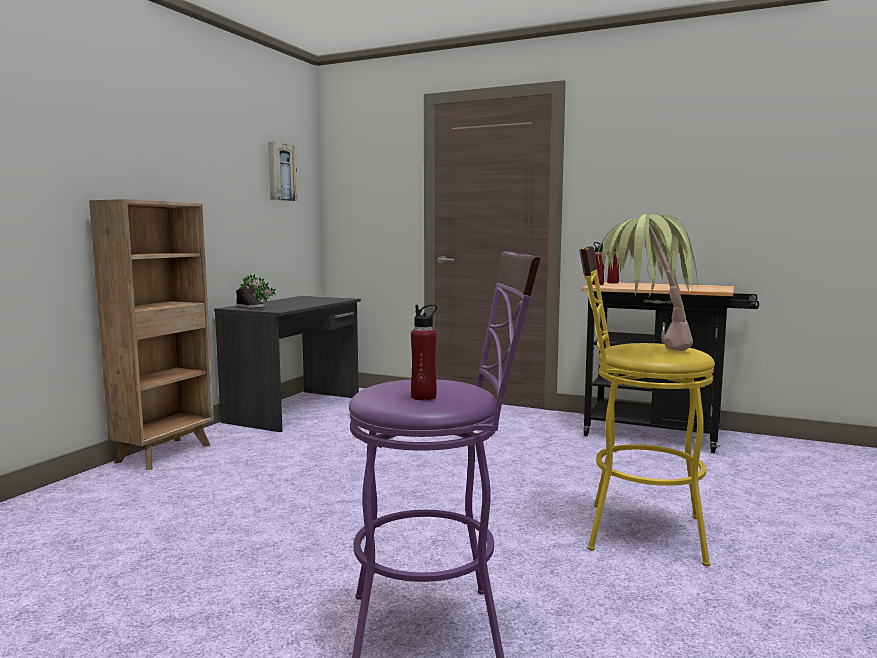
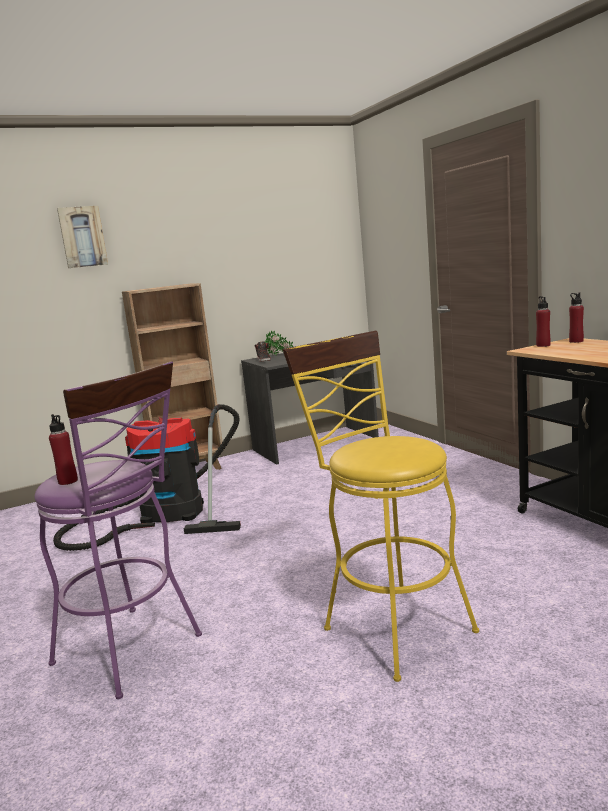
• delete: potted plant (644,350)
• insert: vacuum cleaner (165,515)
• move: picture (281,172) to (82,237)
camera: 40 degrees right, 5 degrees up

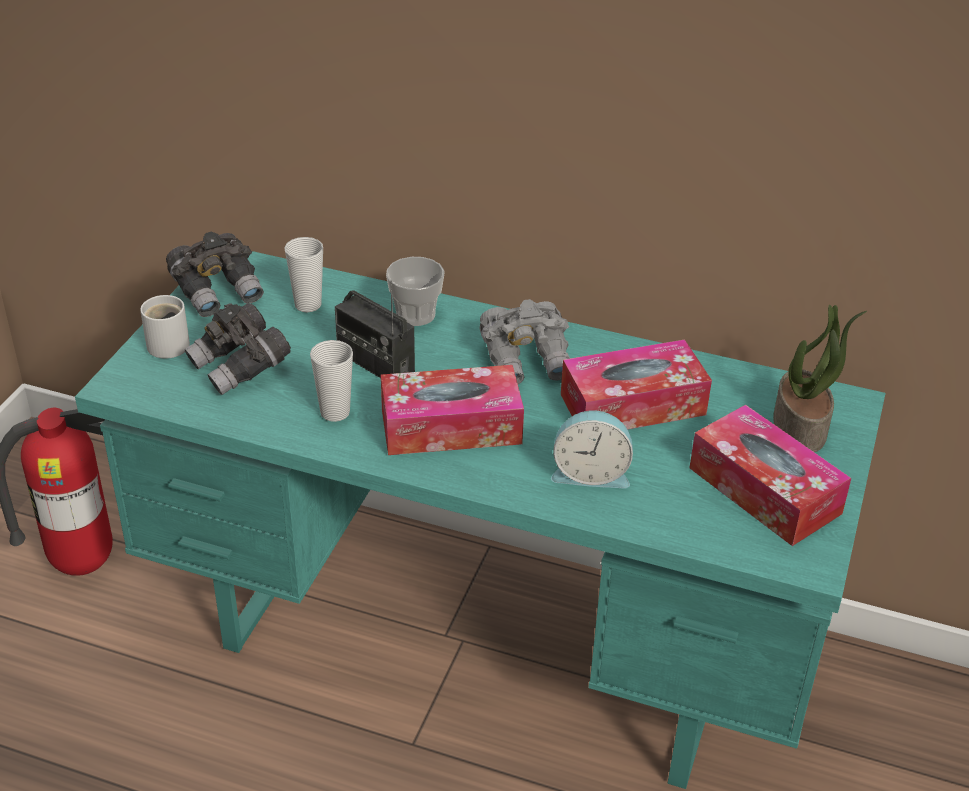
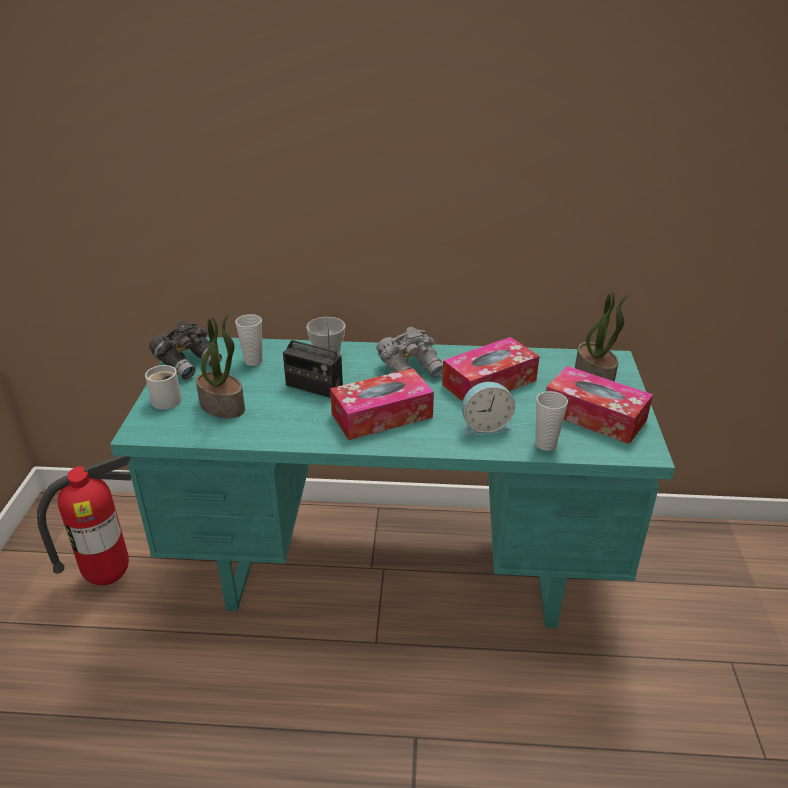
• move: cup (335,412) to (545,444)
• replace: binoculars in grey (240,367) to potted plant (223,405)
camera: 15 degrees left, 5 degrees down

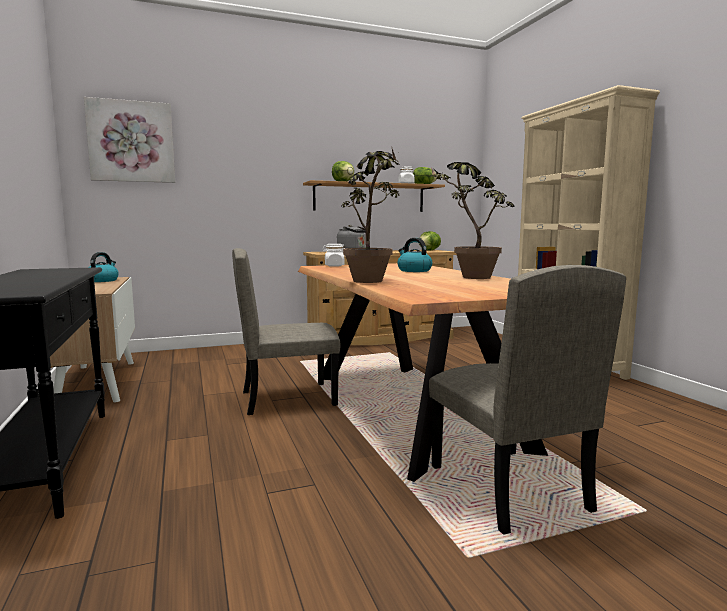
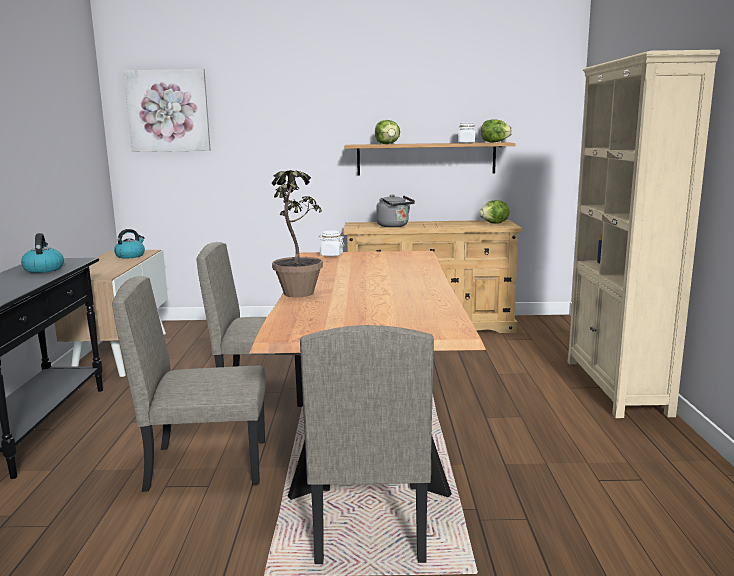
• delete: potted plant (467,276)
• insert: chair in beige (207,464)
• move: kettle (413,270) to (43,269)
camera: 20 degrees right, 5 degrees up

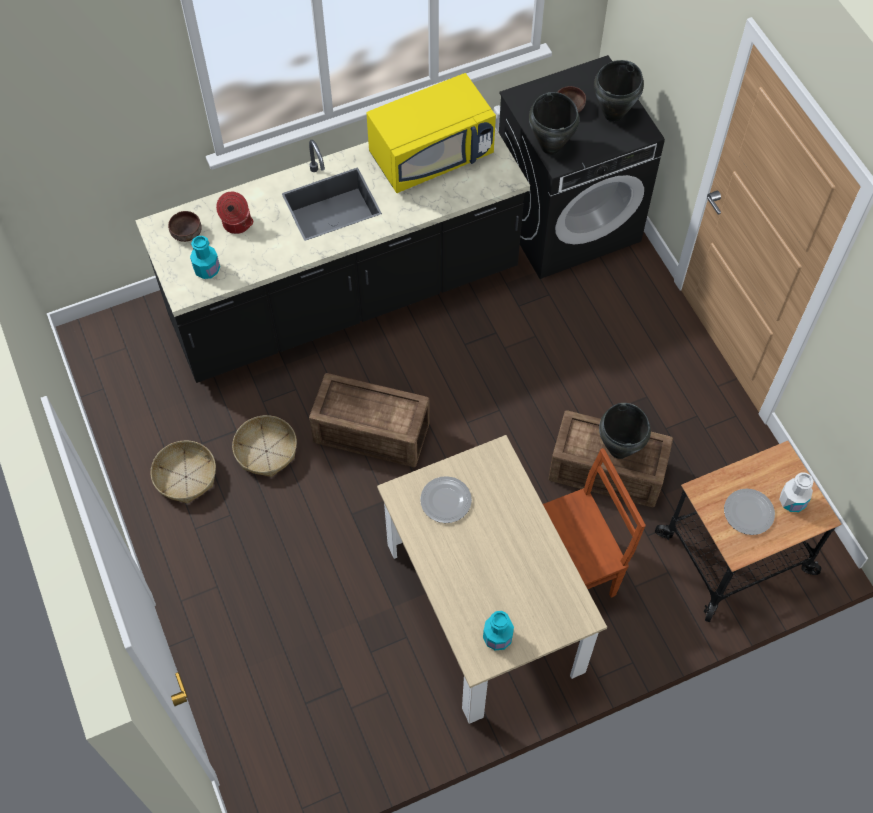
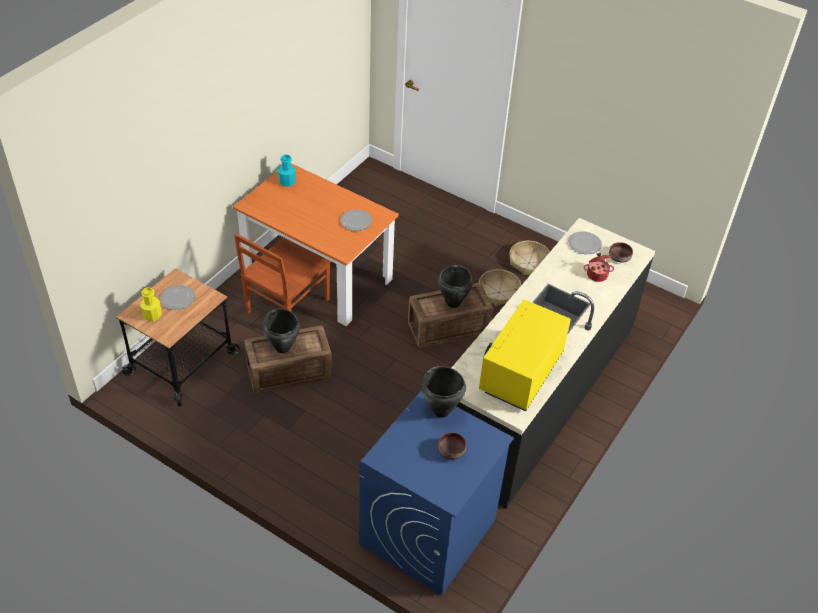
• move: cooking pot in black (614,114) to (452,303)
• replace: bottle in turquoise (207,269) to plate (585,244)
• recolor: dining table in beige (484,608) to dining table in orange (318,276)
• recolor: washing machine in black (567,220) to washing machine in blue (428,533)
• recolor: bottle in white (792,501) to bottle in yellow (152,315)
camera: 145 degrees right, 15 degrees down

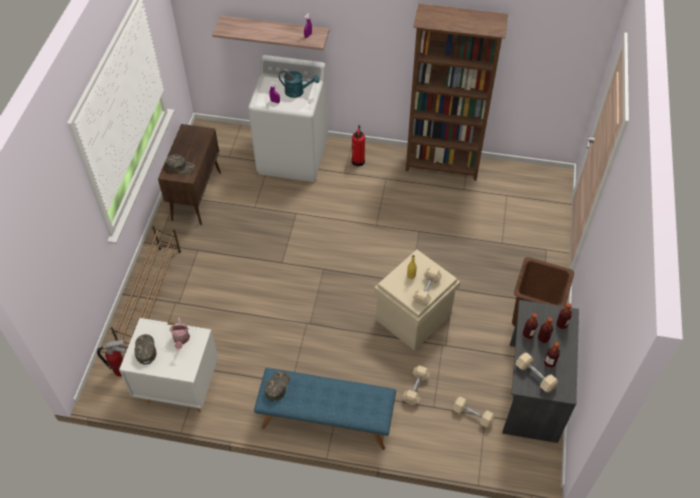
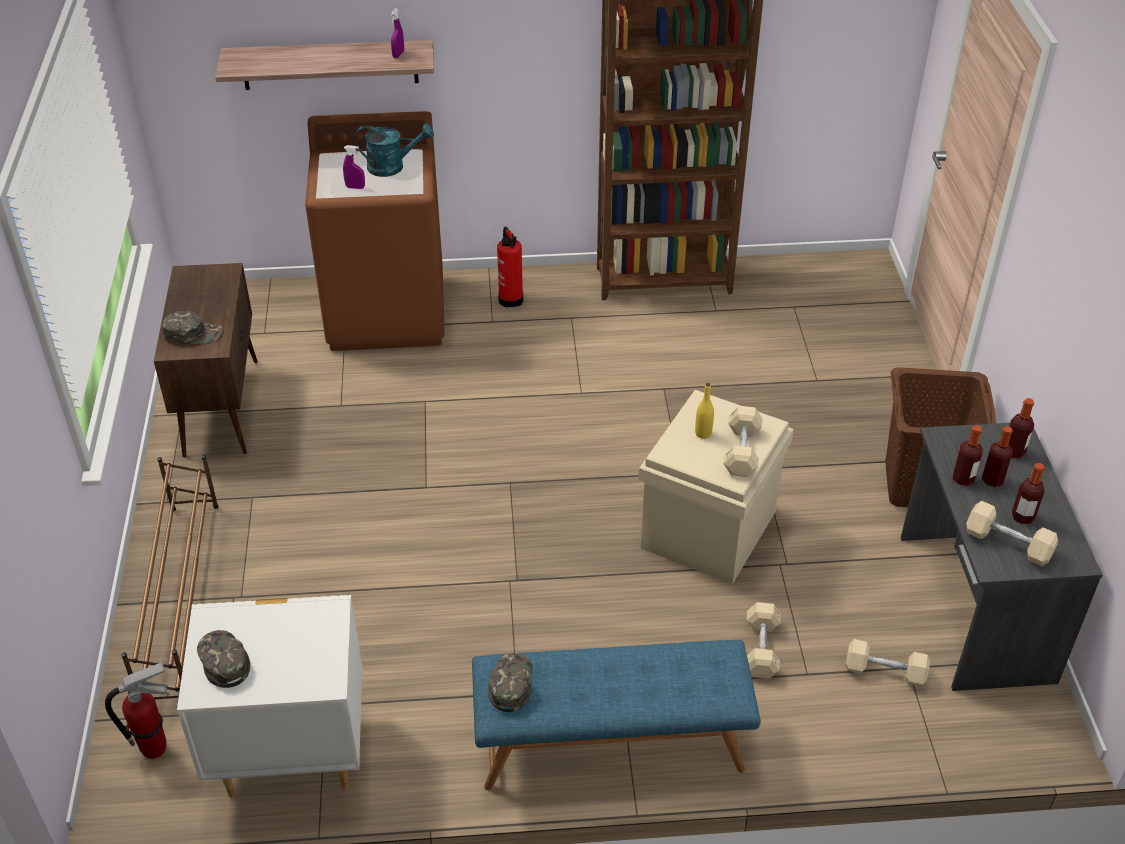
• delete: watering can (181,339)
• recolor: washing machine in white (293,156) to washing machine in brown (387,312)
camera: 15 degrees left, 10 degrees down

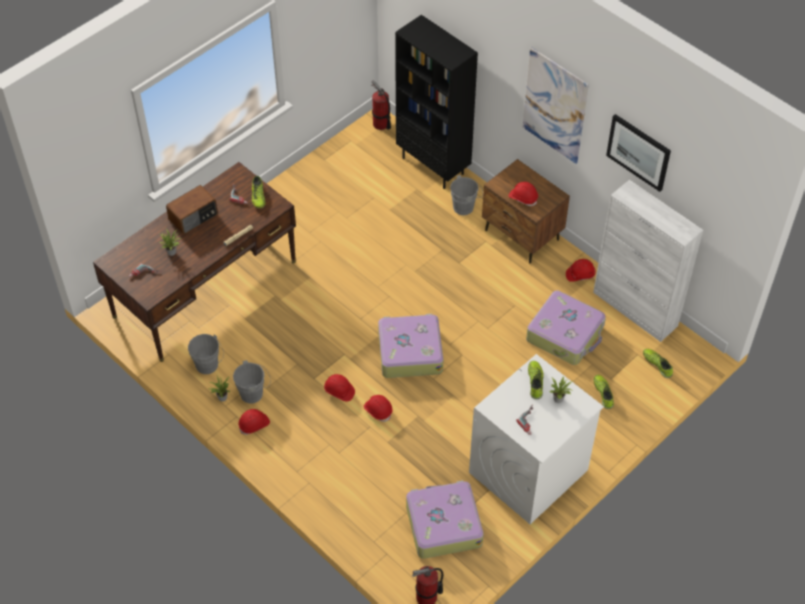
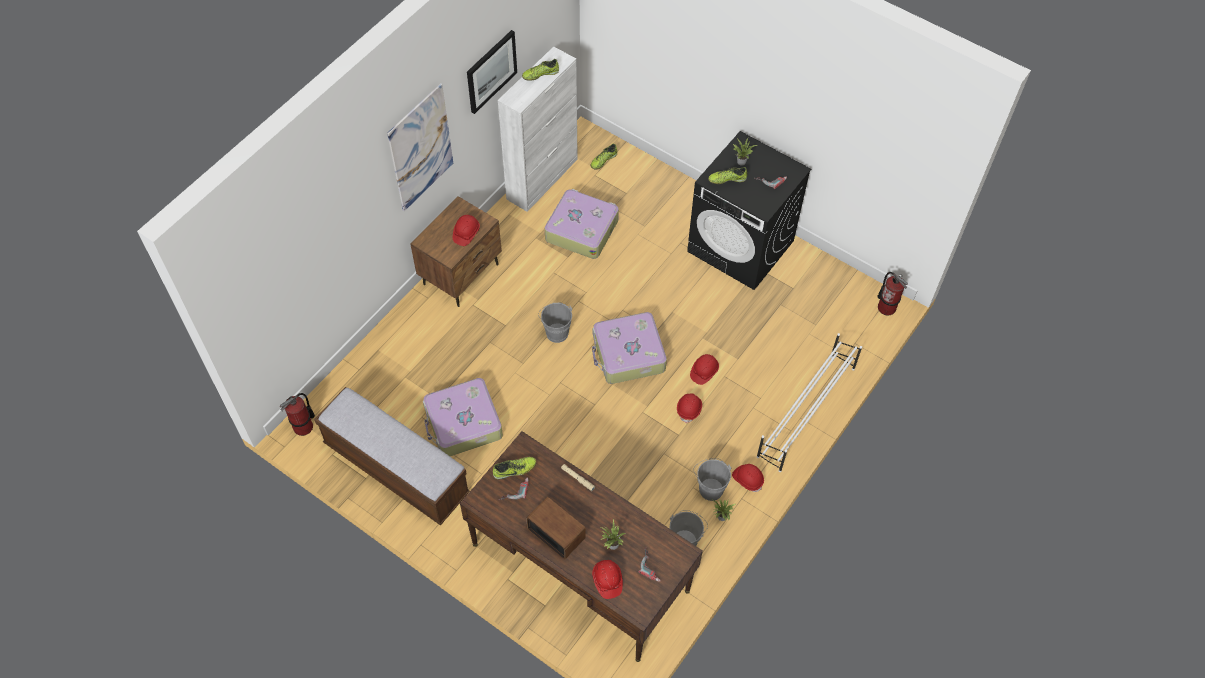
• delete: bookcase in black (434,166)
• insert: bench (396,469)
• insert: shoe rack in white (805,412)
• move: suitcase (443,524) to (463,424)
• move: bucket in grey (465,207) to (556,331)
• move: hard hat in red (580,275) to (607,581)
• move: shoe (603,393) to (540,74)
• recolor: washing machine in white (528,472) to washing machine in black (741,246)
camera: 100 degrees left, 5 degrees up

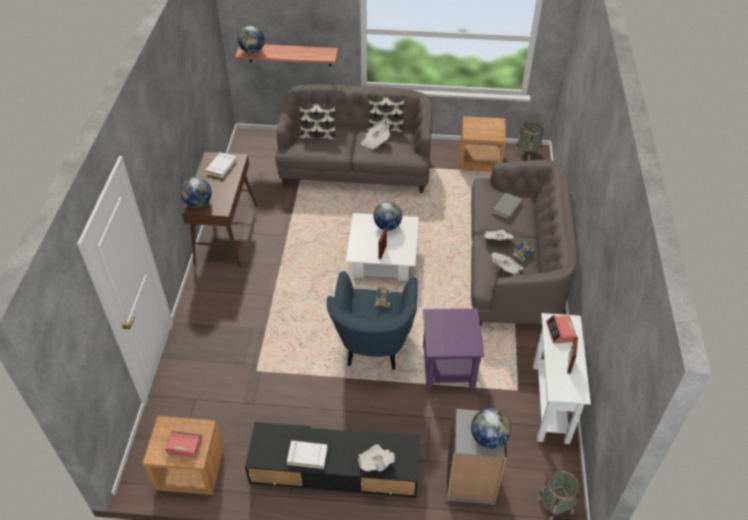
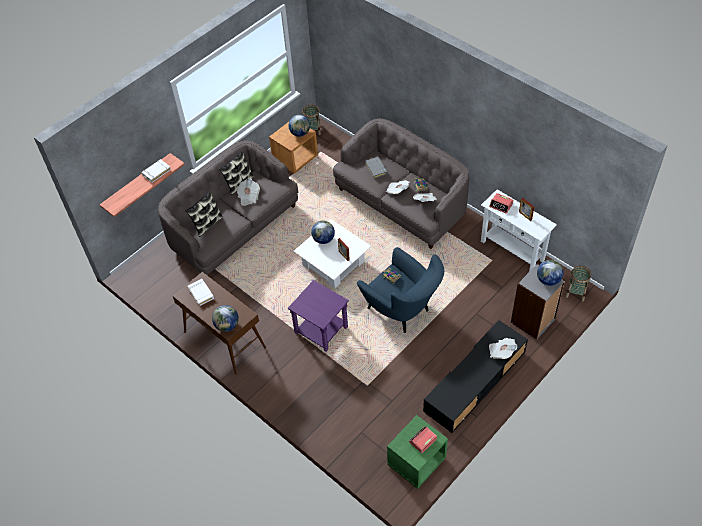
• move: globe (252,51) to (300,133)
• move: book in white (307,455) to (156,172)
• move: side table in purple (447,368) to (320,330)
• recolor: nightstand in brown (190,470) to nightstand in green (416,462)
camera: 50 degrees left, 5 degrees up

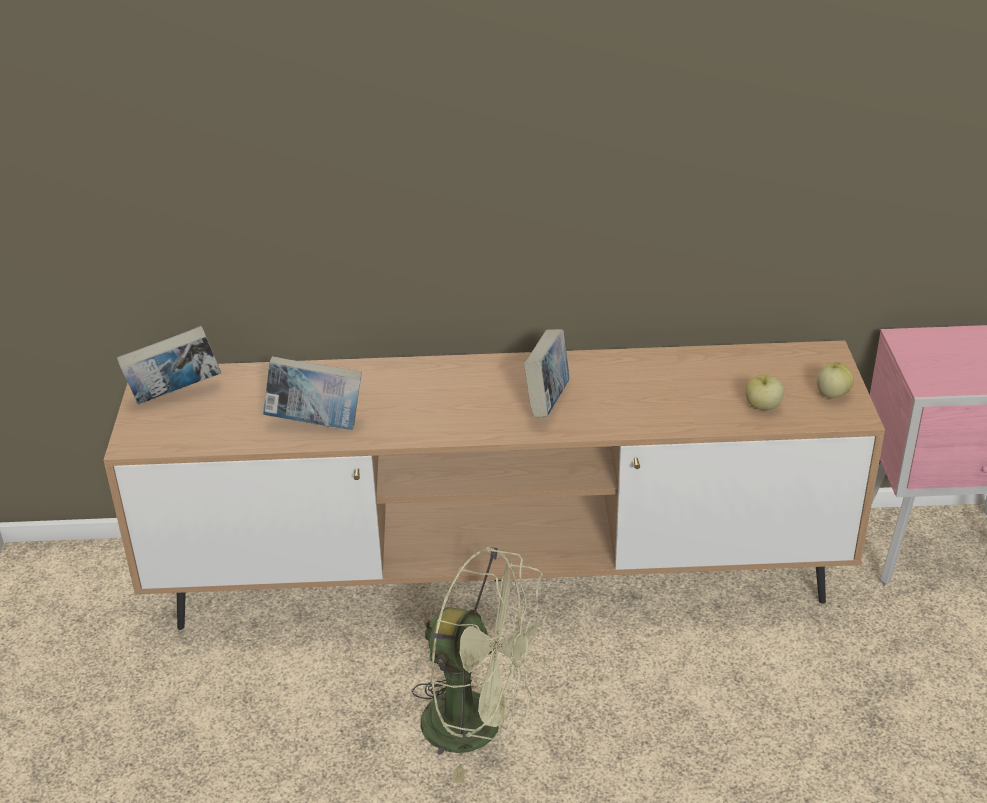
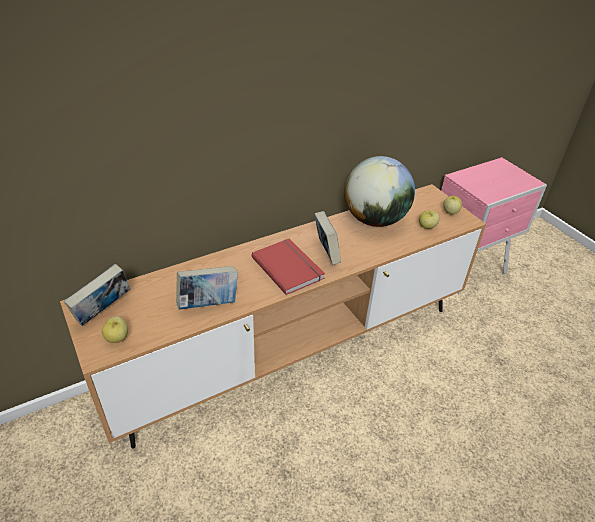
• delete: fan in green (480,726)
• insert: apple (118,338)
• insert: book in red (289,267)
• insert: globe (374,220)
camera: 30 degrees left, 5 degrees up

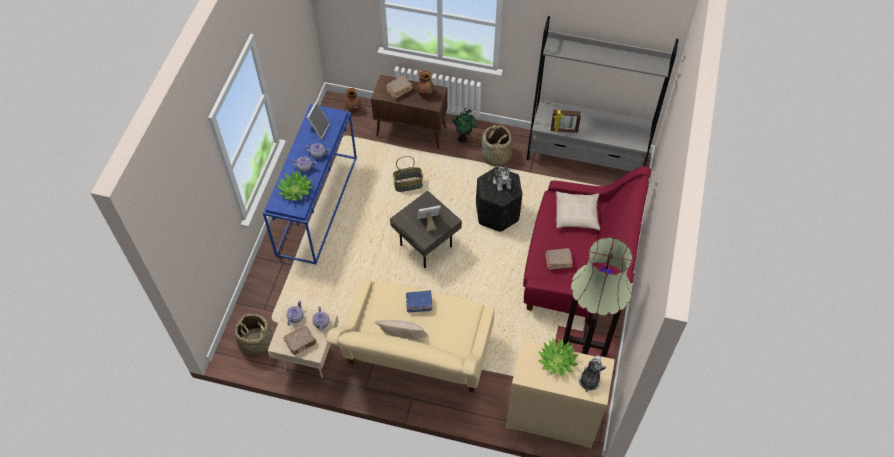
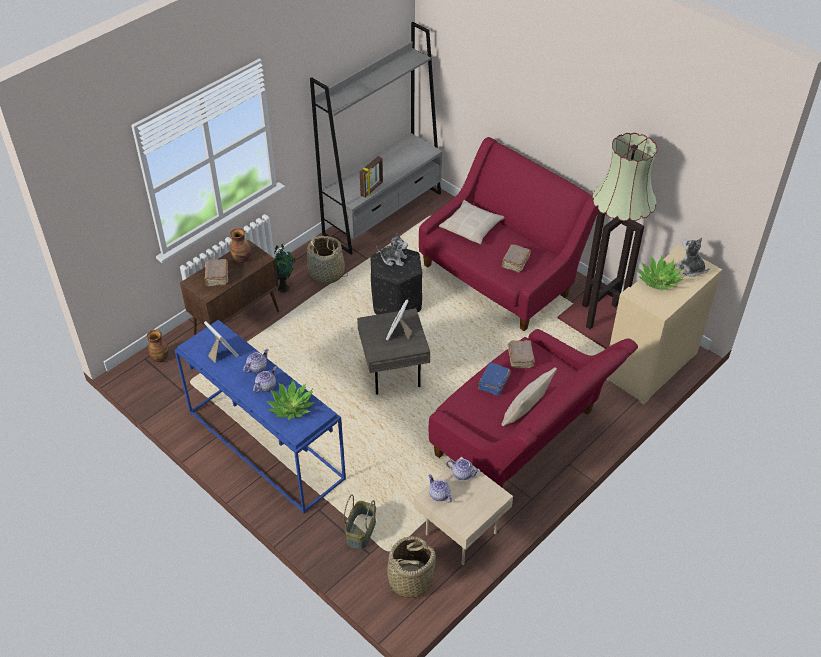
• move: book in brown (301,342) to (520,358)
• move: basket (408,184) to (360,531)
• recolor: sofa in beige (416,357) to sofa in red (522,439)
camera: 60 degrees left, 10 degrees down

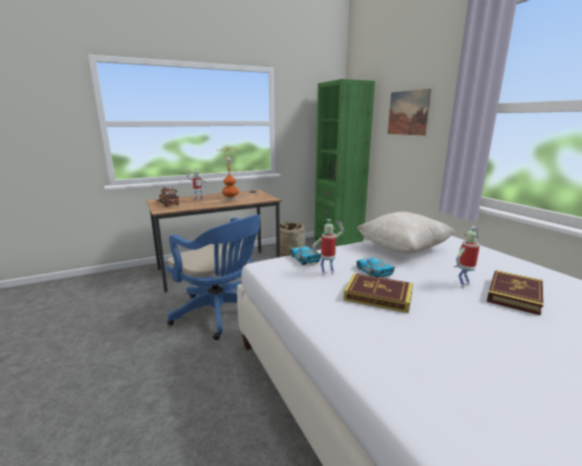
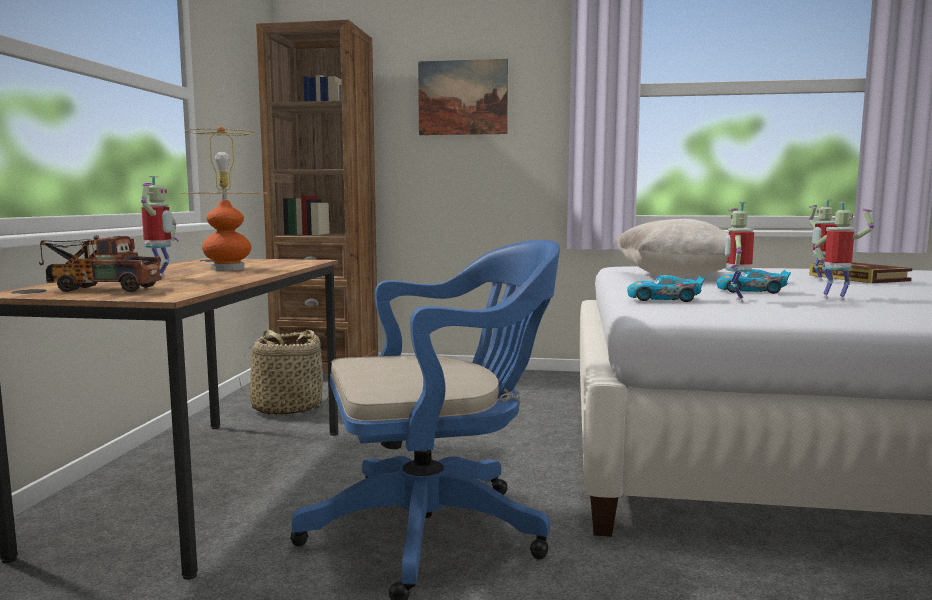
• replace: book (378,296) to toy robot (836,298)
• recolor: bookcase in green (338,242) to bookcase in brown (327,371)
camera: 55 degrees left, 10 degrees down

